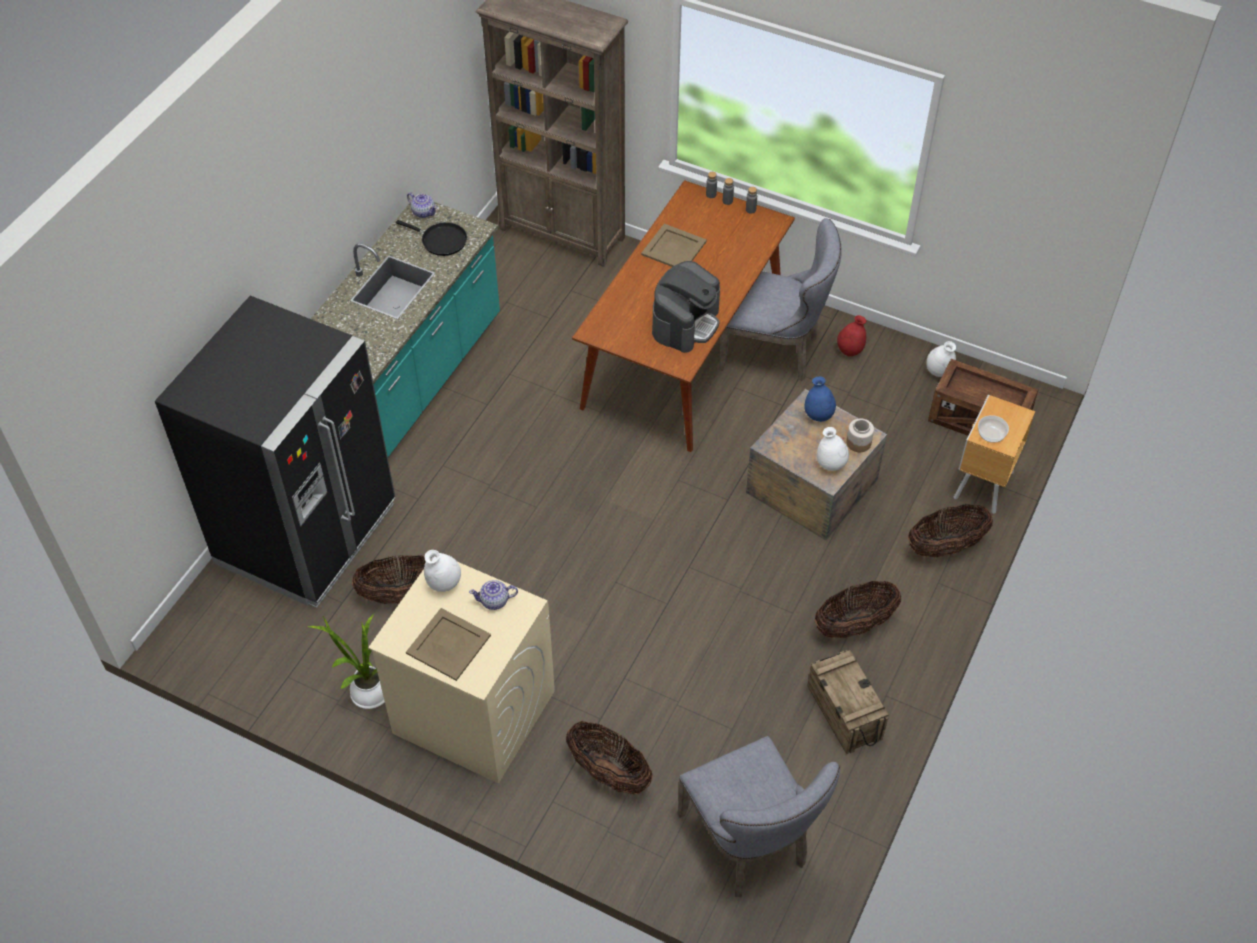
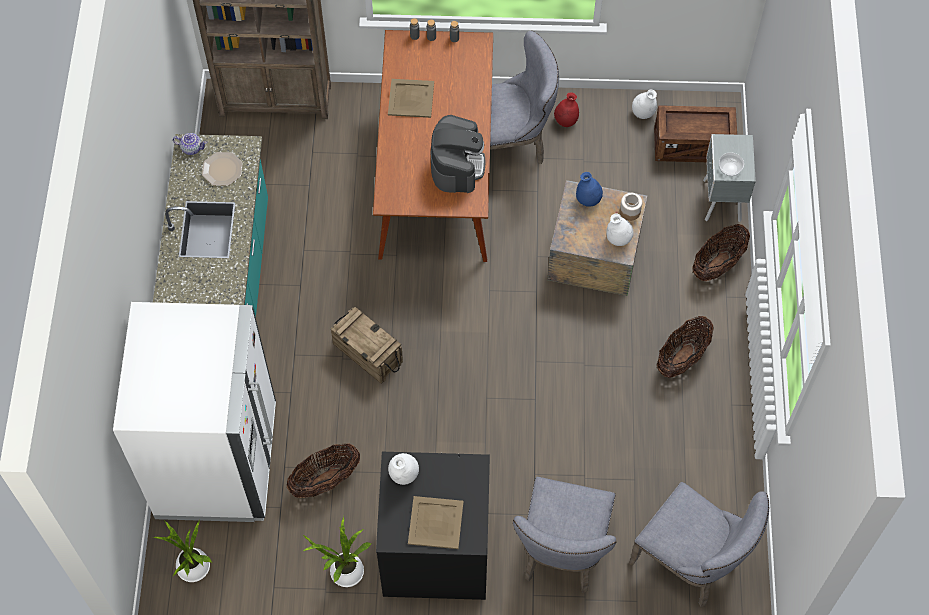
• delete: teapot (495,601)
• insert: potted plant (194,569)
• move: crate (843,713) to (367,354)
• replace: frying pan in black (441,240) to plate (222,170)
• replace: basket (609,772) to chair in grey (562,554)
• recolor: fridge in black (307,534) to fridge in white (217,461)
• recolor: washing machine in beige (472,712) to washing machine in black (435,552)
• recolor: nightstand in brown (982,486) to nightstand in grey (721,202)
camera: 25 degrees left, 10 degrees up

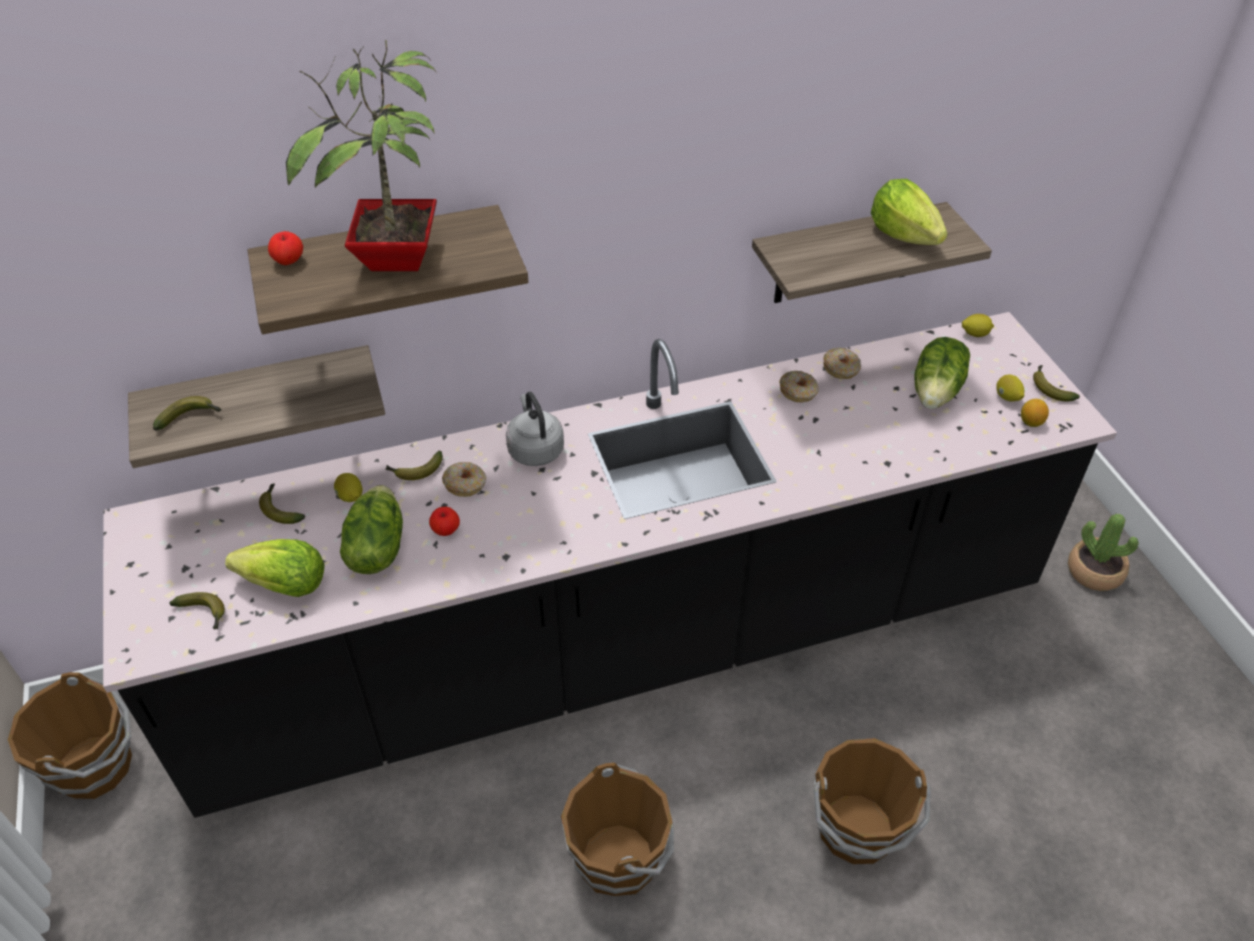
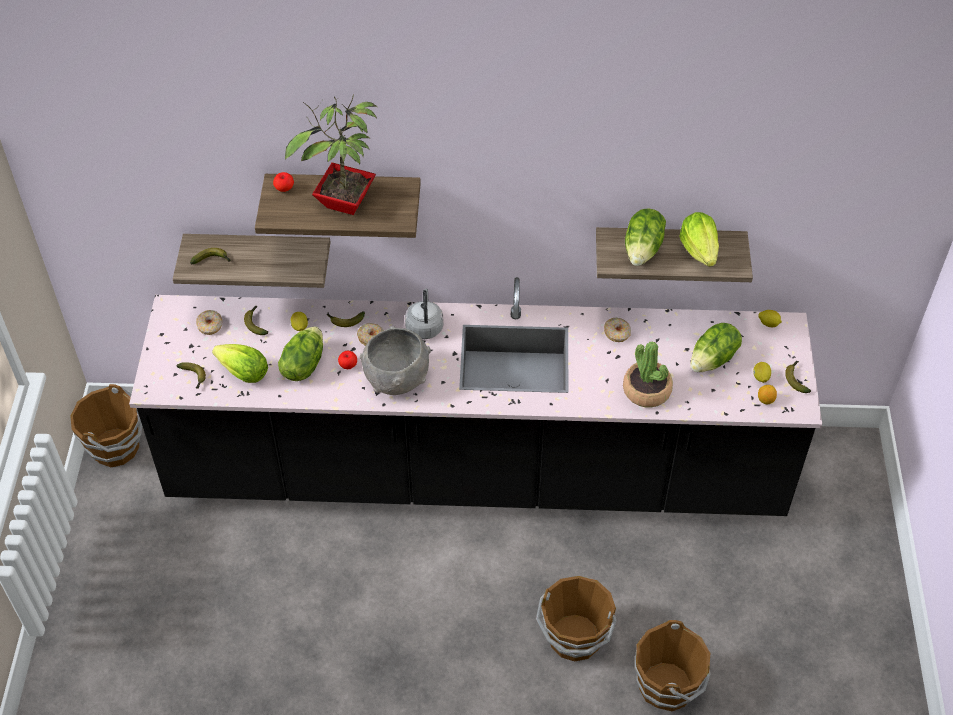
• insert: bowl in grey (396,379)
• insert: lettuce (643,249)
• move: bucket in brown (620,858) to (668,685)
• move: donut (841,369) to (210,326)
• move: potted plant (1094,571) to (647,390)
camera: 20 degrees right, 5 degrees up

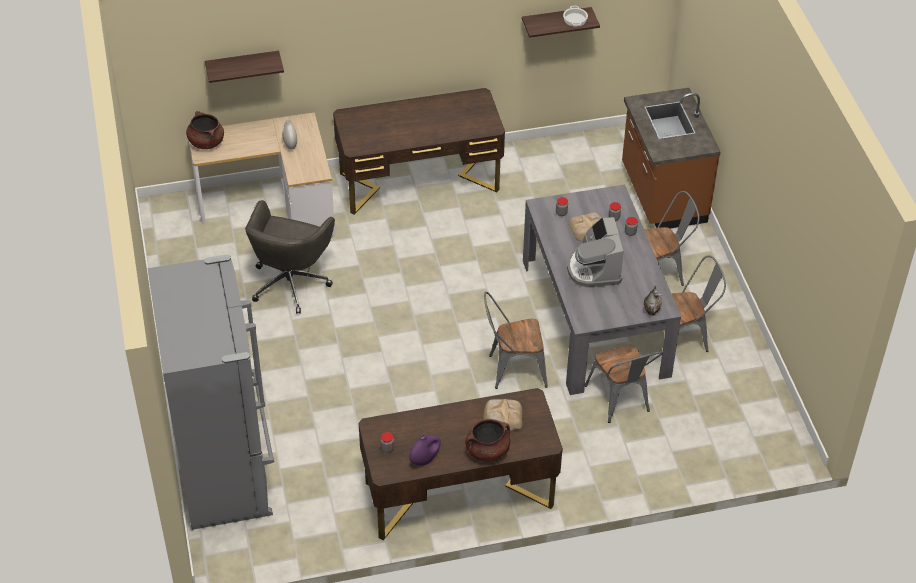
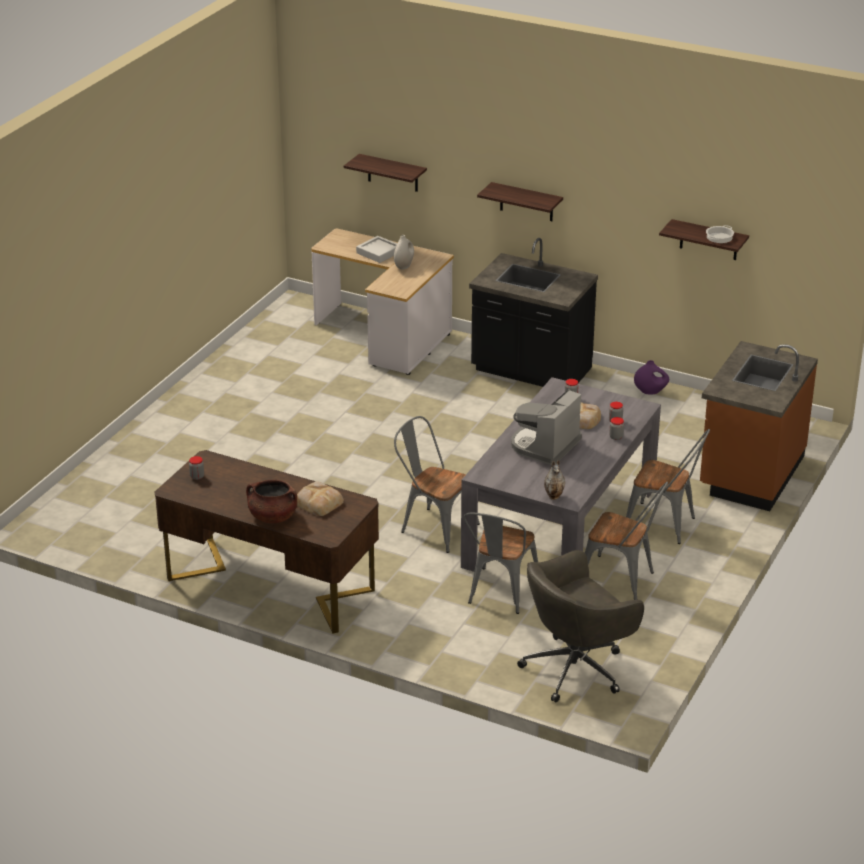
• delete: fridge in grey (226,471)
• delete: cooking pot in brown (206,142)
• insert: tray in grey (378,252)
• insert: shelf (526,202)
• move: office chair in grey (291,282) to (576,668)
• move: vase in purple (425,459) to (650,391)
• replace: desk in brown (419,182) to counter in black (531,371)
camera: 40 degrees right, 15 degrees down

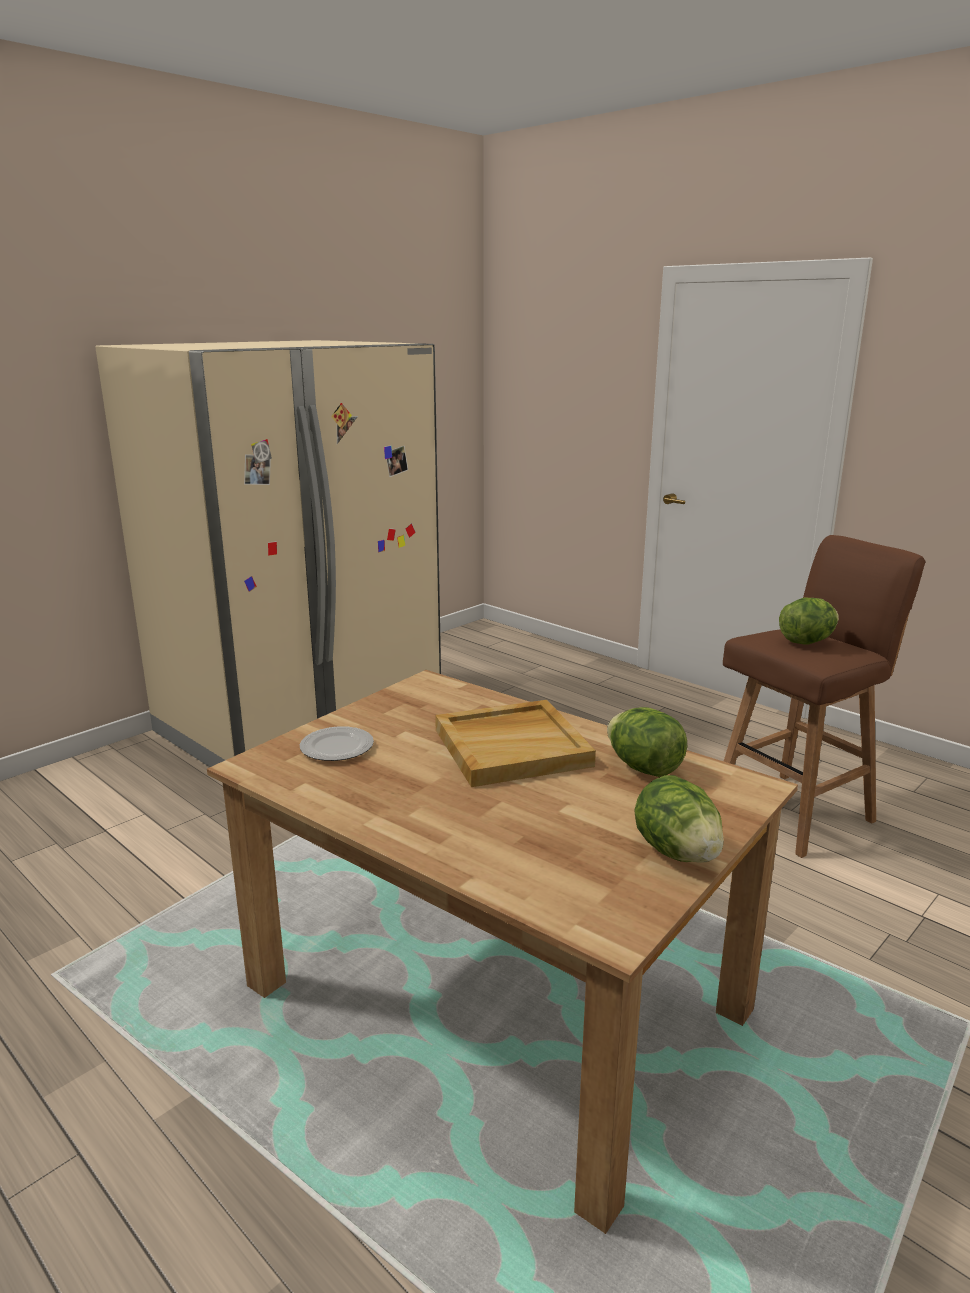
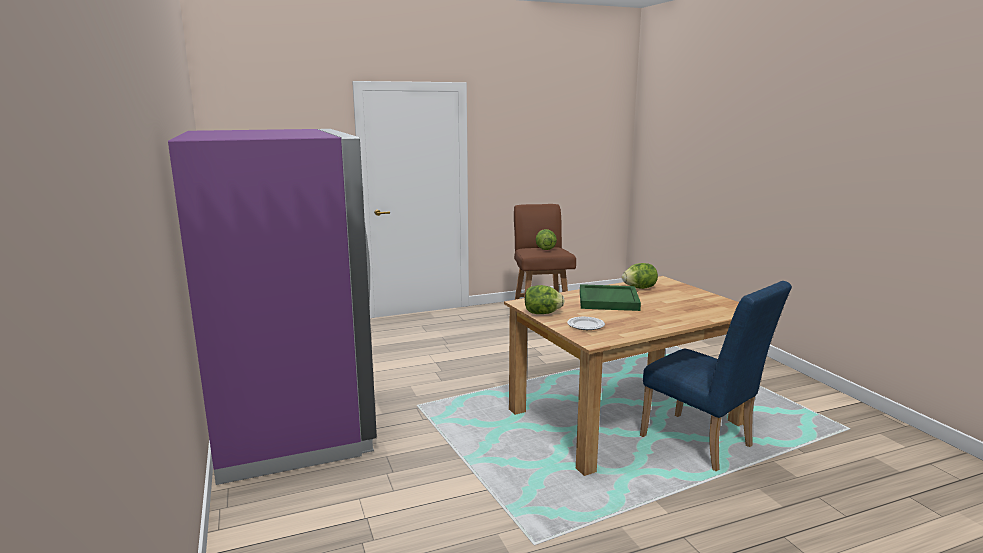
• insert: chair in blue (702,445)
• move: lettuce (677,852) to (542,313)
• recolor: fridge in beige (301,722) to fridge in purple (293,421)
• recolor: tray in beige (512,747) to tray in green (607,300)
camera: 65 degrees left, 5 degrees down

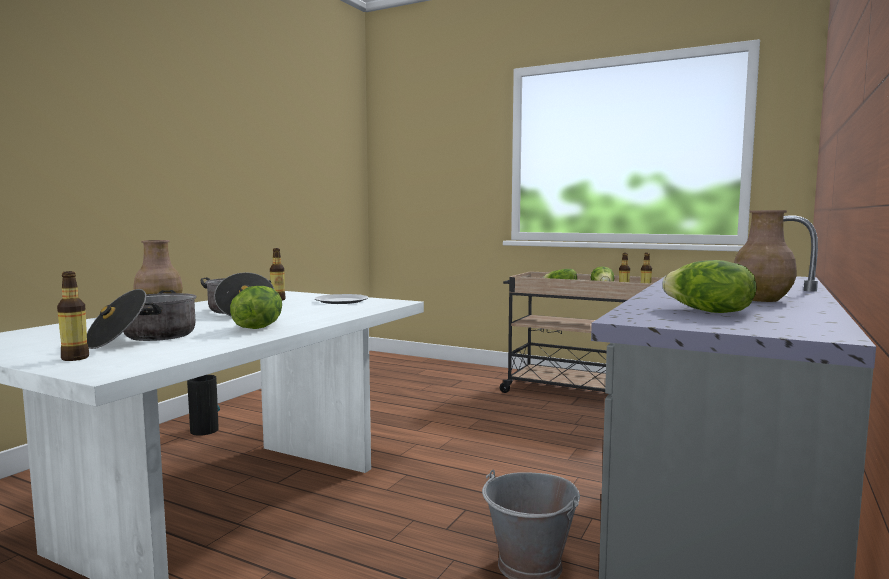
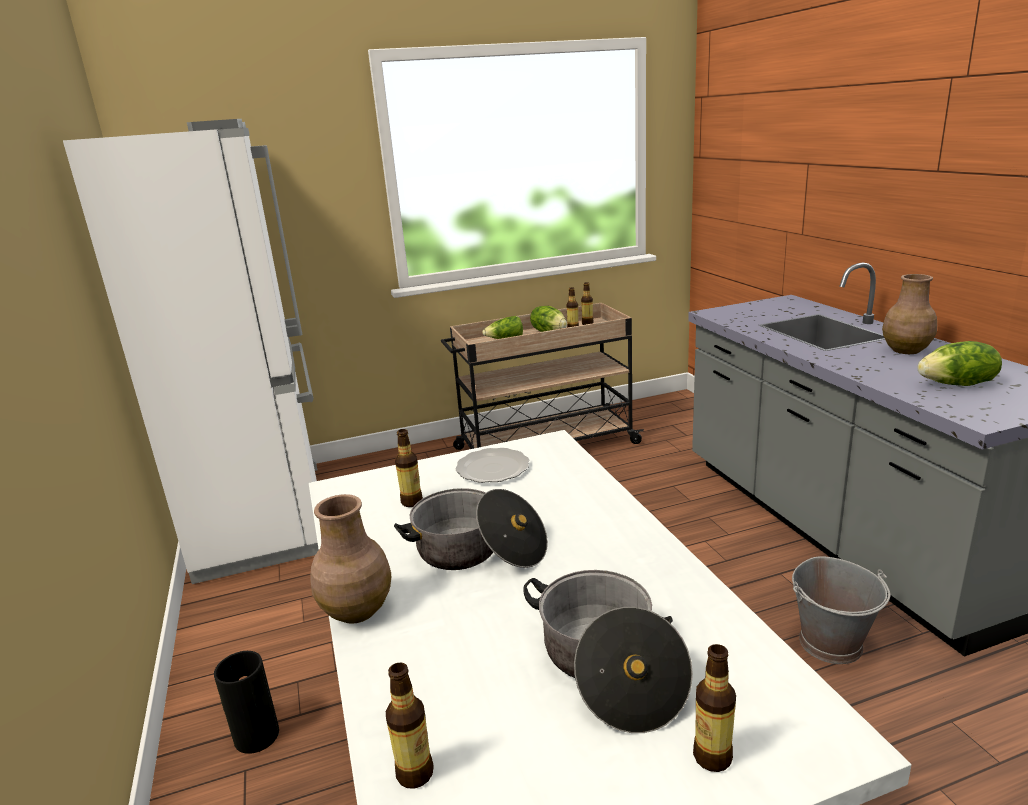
• delete: lettuce (258,327)
• insert: fridge in white (266,517)
• insert: bottle (415,773)
camera: 45 degrees left, 15 degrees up

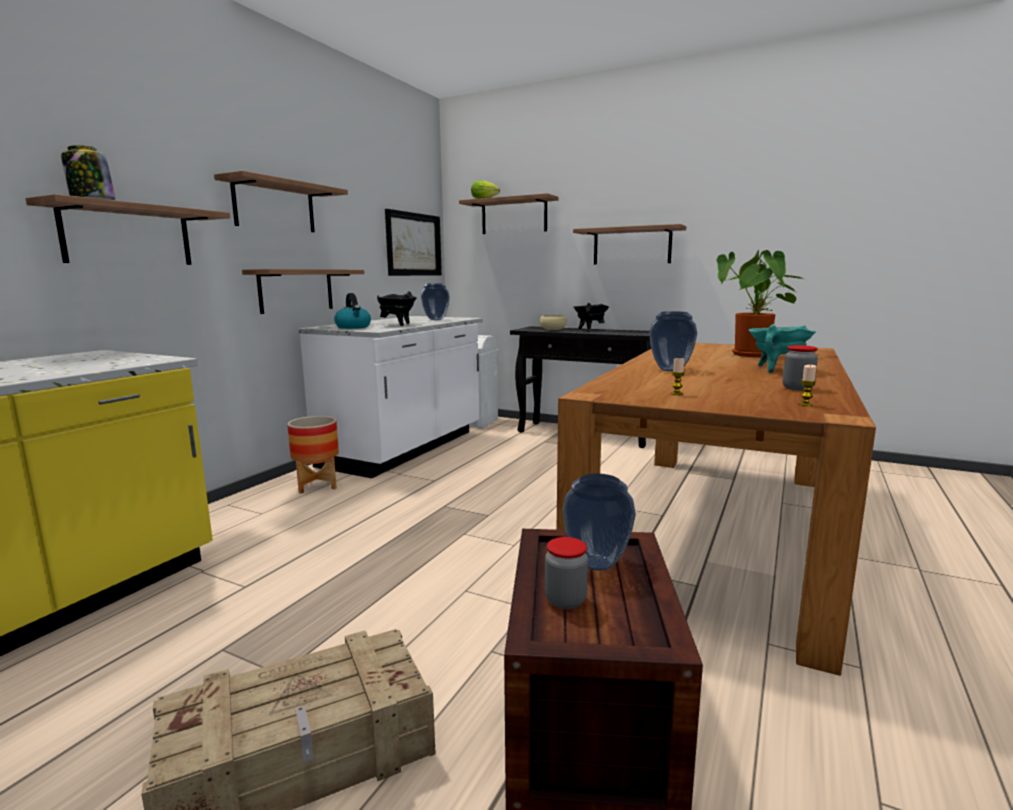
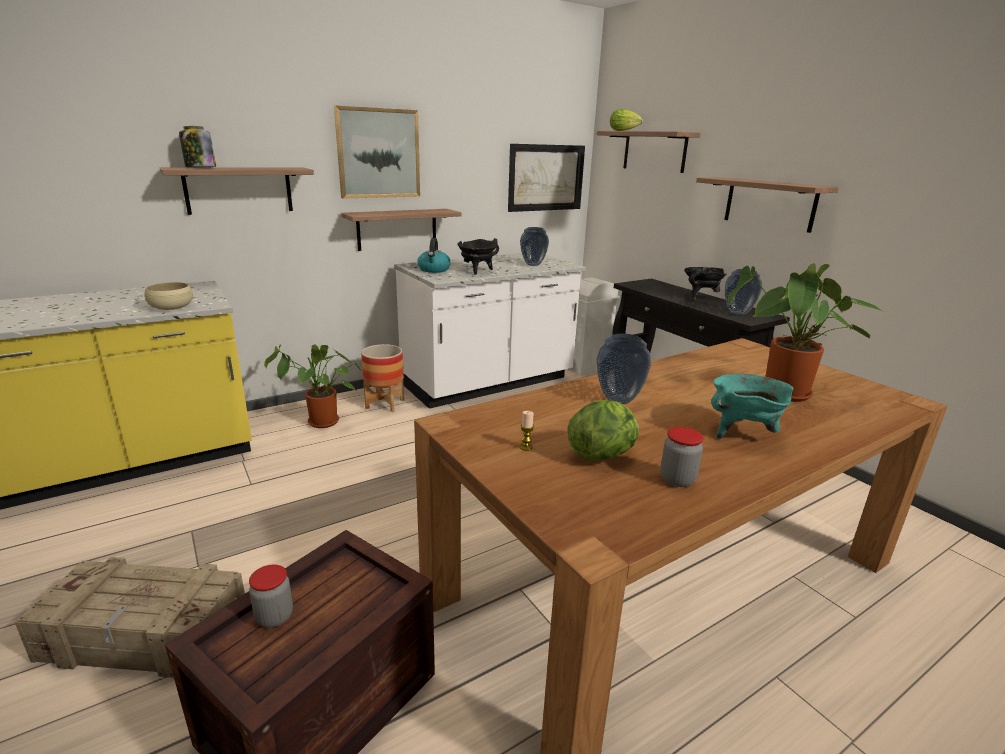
• delete: candle (805,404)
• insert: potted plant (320,423)
• insert: lettuce (603,455)
• move: bowl in beige (553,329) to (171,307)
• move: vase (597,564) to (738,313)
• replace: shelf (275,206) to picture (378,153)
camera: 30 degrees right, 10 degrees up

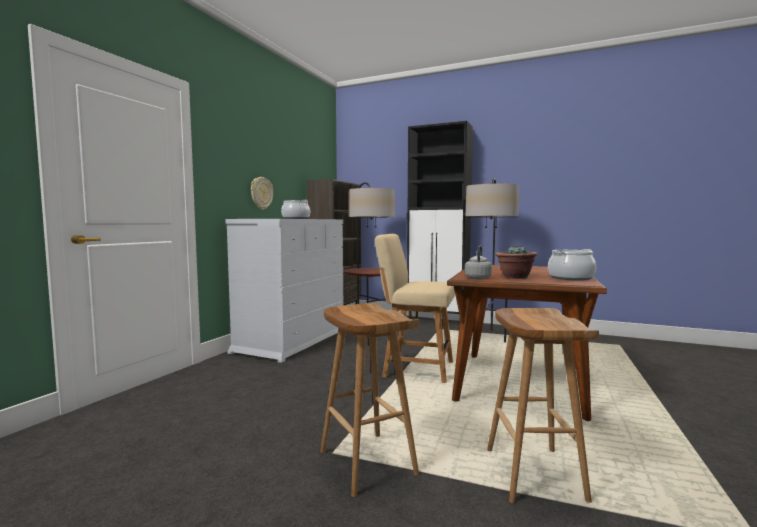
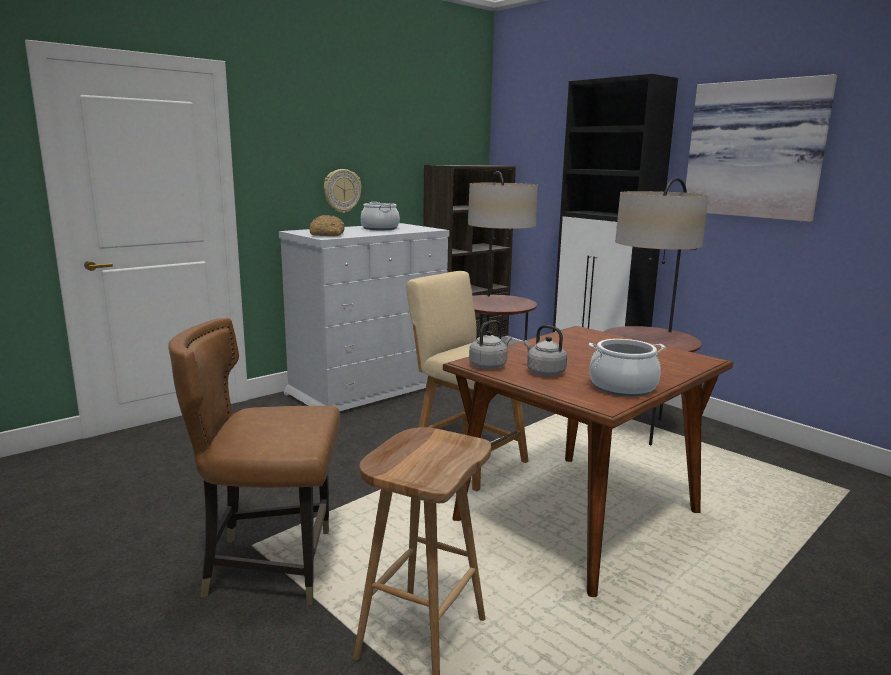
• insert: bread (327,234)
• insert: picture (756,150)
• replace: stool in brown (365,462) to chair in brown (270,565)
• replace: potted plant (515,277) to kettle in grey (544,372)
camera: 25 degrees right, 10 degrees up

